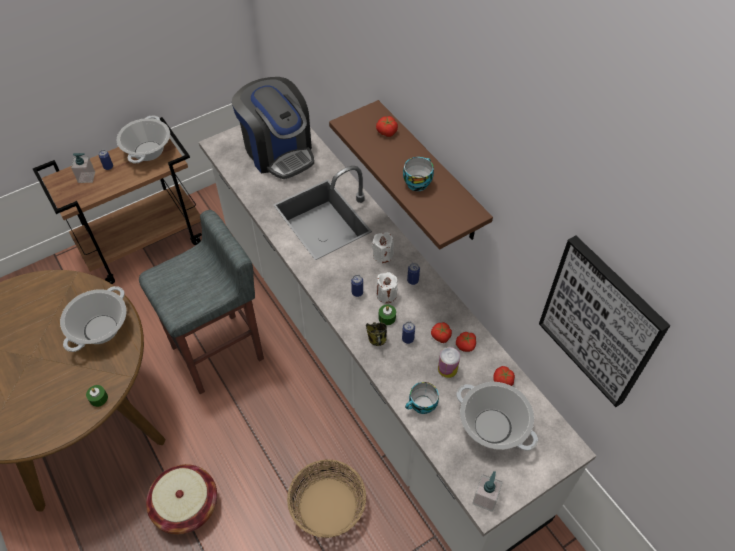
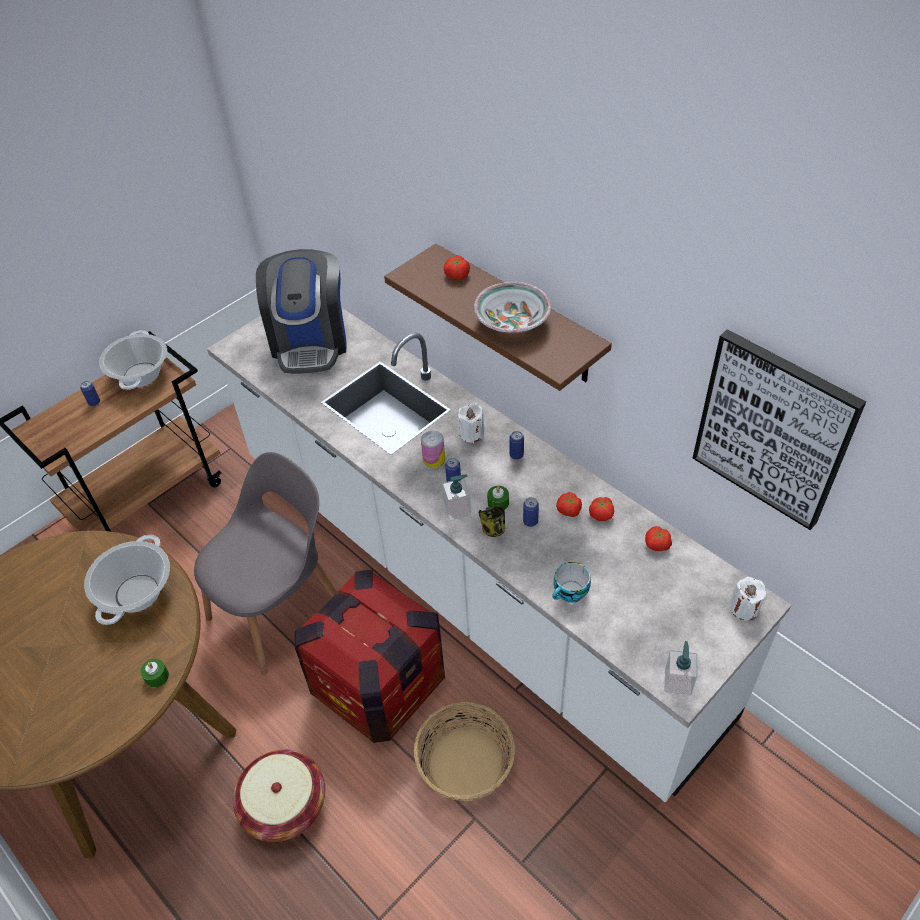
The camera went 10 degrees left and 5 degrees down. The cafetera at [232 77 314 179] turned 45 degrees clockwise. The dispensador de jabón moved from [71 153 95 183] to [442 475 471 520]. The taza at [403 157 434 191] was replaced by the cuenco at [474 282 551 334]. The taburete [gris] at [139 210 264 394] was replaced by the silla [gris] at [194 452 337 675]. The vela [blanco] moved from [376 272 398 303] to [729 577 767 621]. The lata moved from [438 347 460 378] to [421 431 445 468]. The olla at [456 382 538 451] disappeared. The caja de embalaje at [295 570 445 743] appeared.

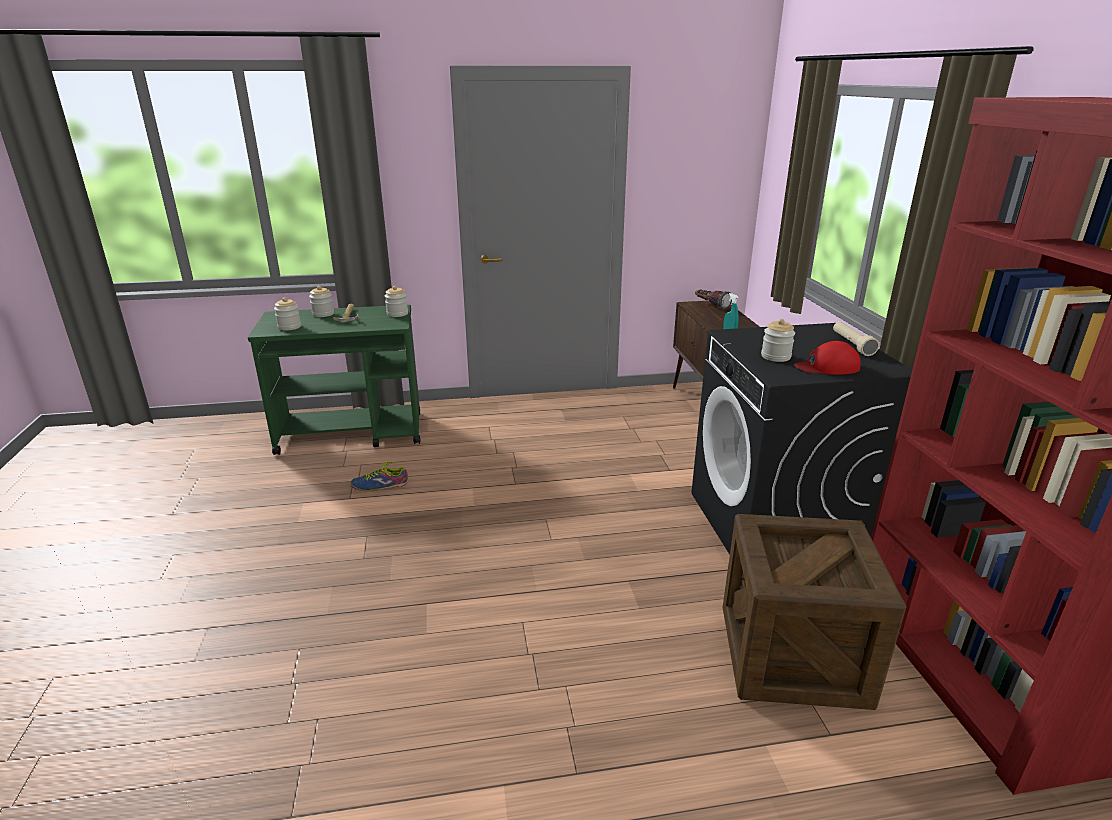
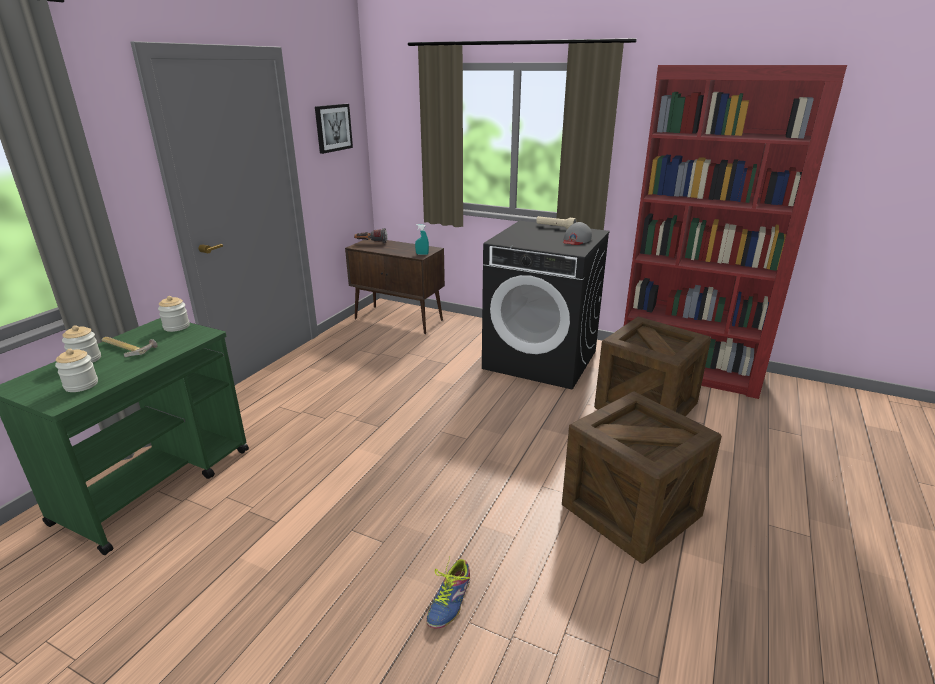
The camera went 55 degrees left and 0 degrees up. The tarro at [761 319 795 362] disappeared. The gorra [rojo] at [794 341 861 375] became the gorra [gris] at [563 222 592 245]. The zapato moved from [350 461 408 492] to [426 557 470 629]. The cuadro at [315 104 353 154] appeared. The caja de embalaje at [562 391 722 564] appeared.

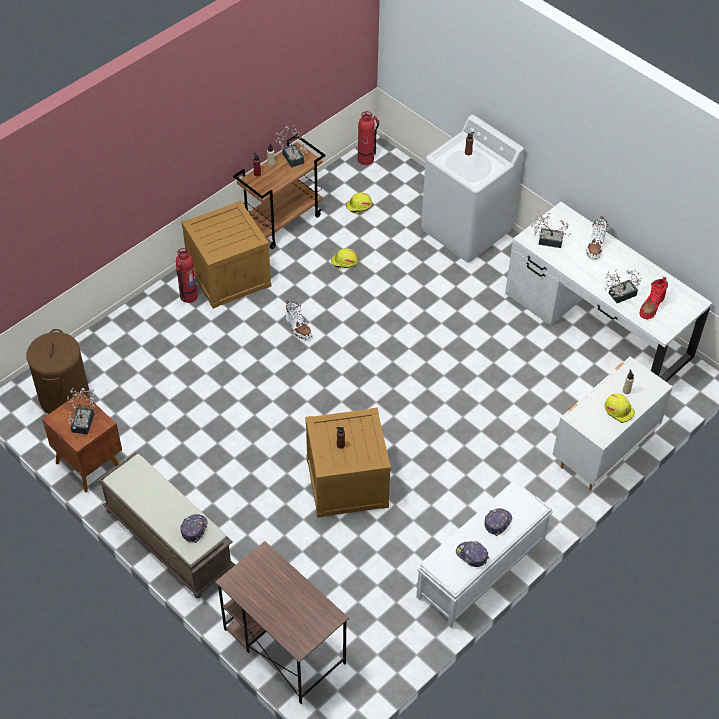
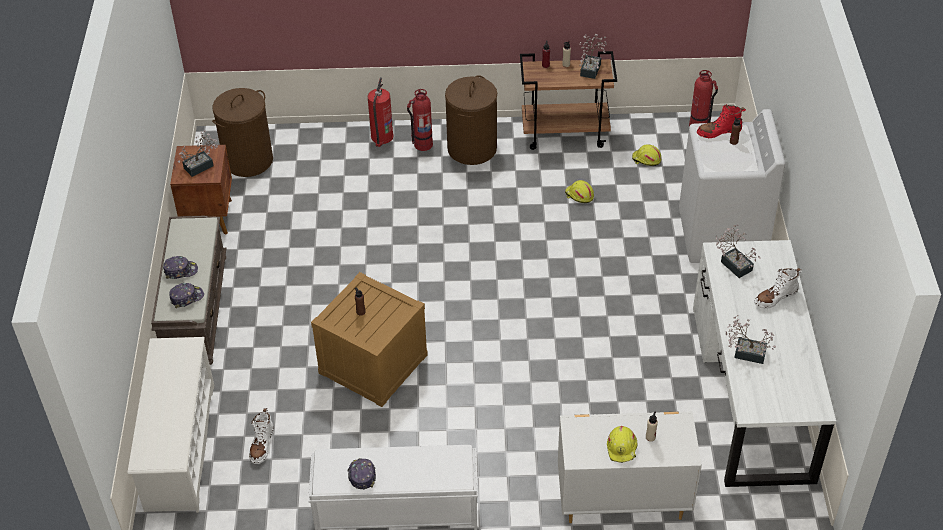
The camera went 45 degrees right and 5 degrees down. The caja de embalaje at [181 201 271 309] was replaced by the cesto de la ropa [marrón] at [445 75 497 165]. The bota [rojo] moved from [639 277 668 319] to [697 104 746 138]. The bota [blanco] moved from [285 300 312 340] to [249 408 274 464]. The gorra moved from [485 508 512 536] to [163 256 198 279]. The escritorio [marrón] at [215 541 349 704] was replaced by the zapatero [blanco] at [128 337 214 513]. The extintor at [368 78 394 147] appeared.

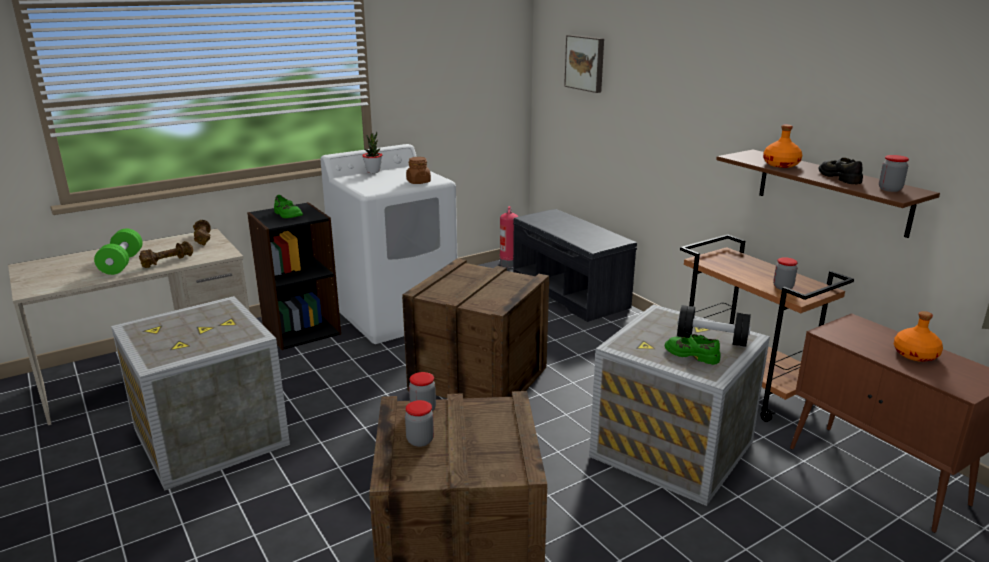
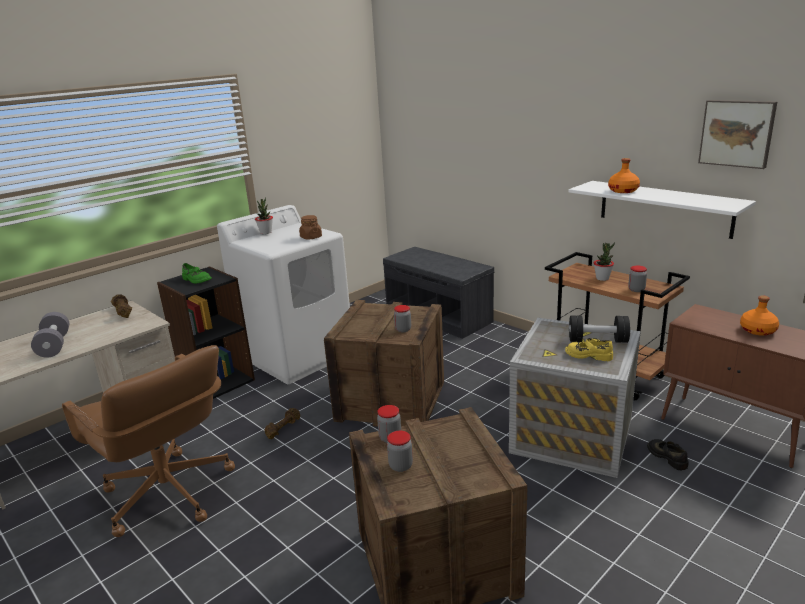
The camera went 10 degrees left and 0 degrees up. The cuadro moved from [564 35 604 93] to [698 100 777 169]. The estante [marrón] at [716 150 940 238] became the estante [blanco] at [568 181 756 239]. The tarro moved from [879 155 909 192] to [394 305 411 332]. The zapato [negro] moved from [818 158 863 185] to [647 439 688 470]. The extintor at [500 206 518 267] disappeared. The mancuerna [verde] at [94 229 143 275] became the mancuerna [gris] at [31 312 69 358]. The mancuerna [marrón] moved from [139 241 193 268] to [265 408 300 439]. The caja de embalaje at [111 296 290 491] was replaced by the silla de oficina [marrón] at [62 345 235 537]. The zapato [verde] at [665 334 721 365] became the zapato [amarillo] at [565 338 613 361]. The planta en maceta at [594 242 615 281] appeared.

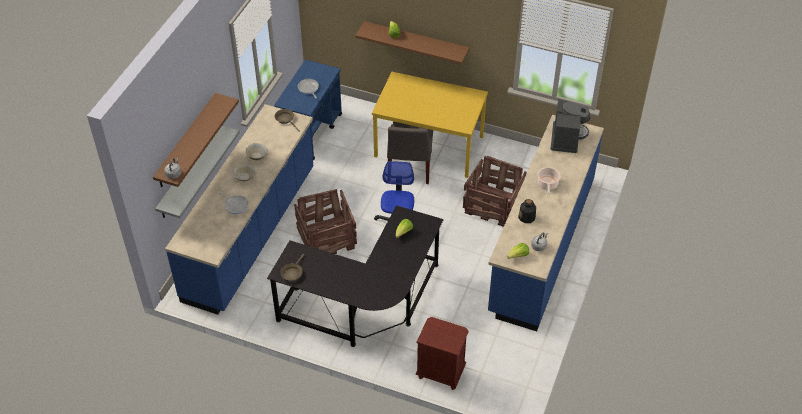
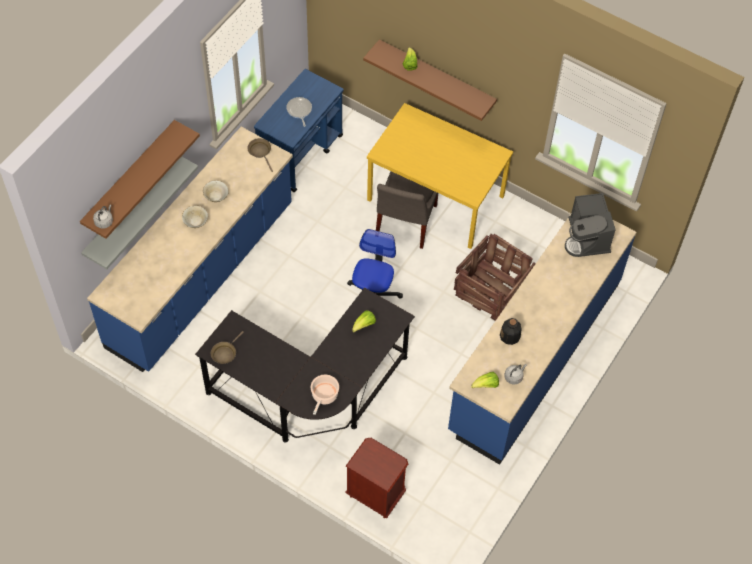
The camera went 10 degrees right and 10 degrees up. The cafetera at [550 99 591 153] turned 150 degrees clockwise. The olla moved from [537 167 561 194] to [311 375 339 415]. The caja de embalaje at [294 189 357 254] disappeared. The sartén at [219 192 249 214] disappeared.

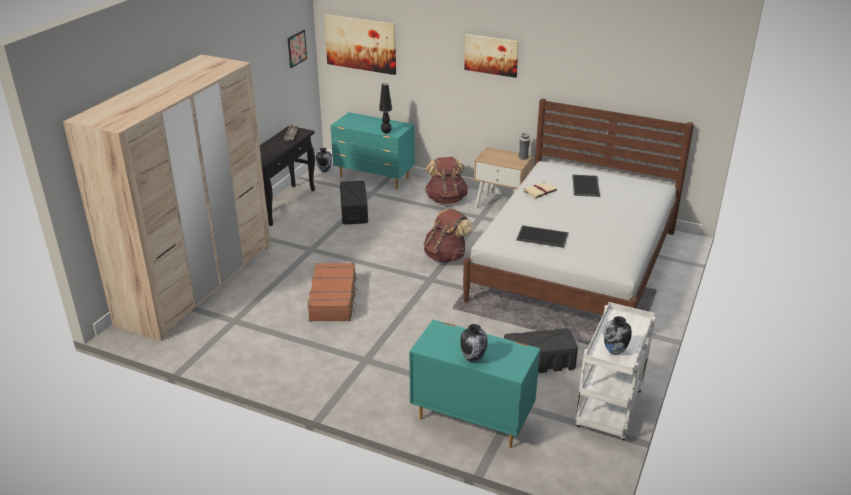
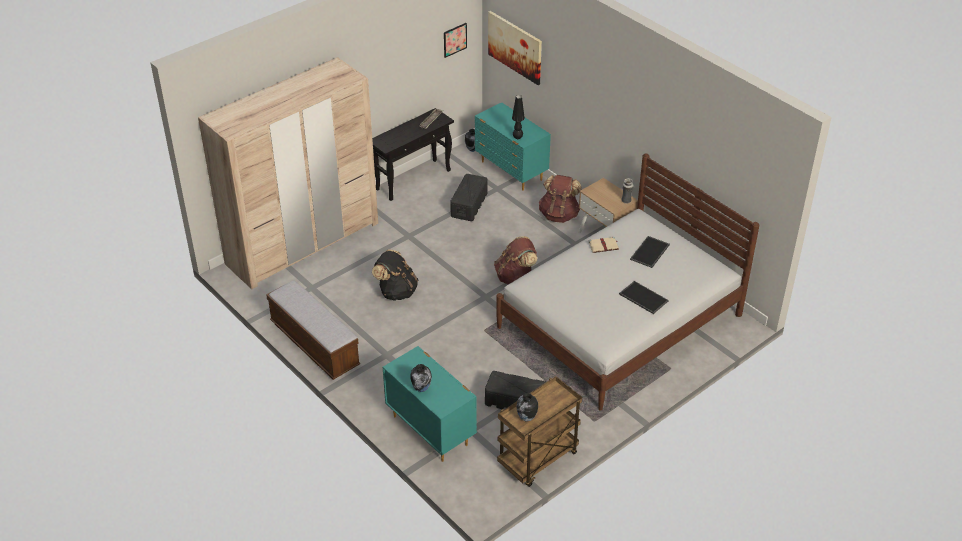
The camera went 25 degrees right and 10 degrees up. The cuadro at [464 34 519 78] disappeared. The bandeja moved from [516 225 569 248] to [619 281 669 314]. The maleta [marrón] at [308 263 358 322] was replaced by the mochila [negro] at [372 250 418 301]. The carrito [blanco] at [575 302 655 441] became the carrito [marrón] at [497 376 582 487]. The banco at [266 281 360 380] appeared.

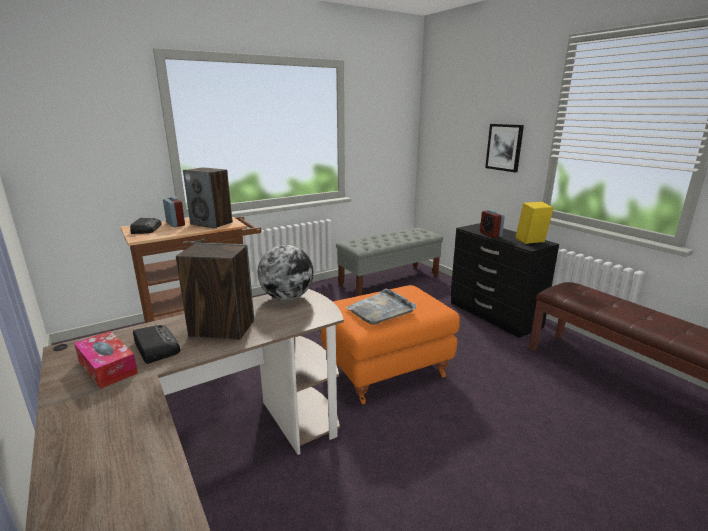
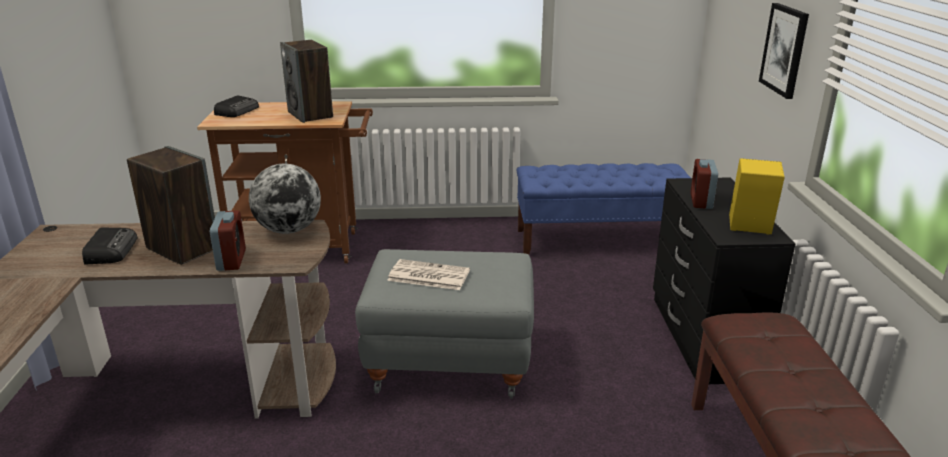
The camera went 30 degrees right and 5 degrees up. The despertador moved from [163 196 185 227] to [210 210 246 271]. The banco [gris] at [336 228 443 296] became the banco [azul] at [517 163 691 255]. The puf [naranja] at [321 285 460 404] became the puf [gris] at [355 249 534 399]. The bandeja [gris] at [346 289 416 325] was replaced by the periódico at [387 259 470 290]. The caja de pañuelos at [74 331 138 389] disappeared.

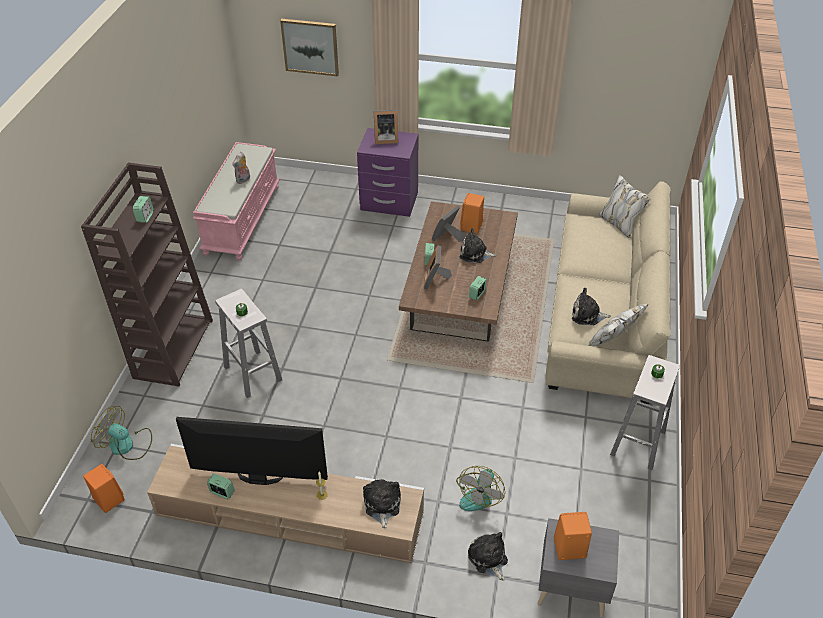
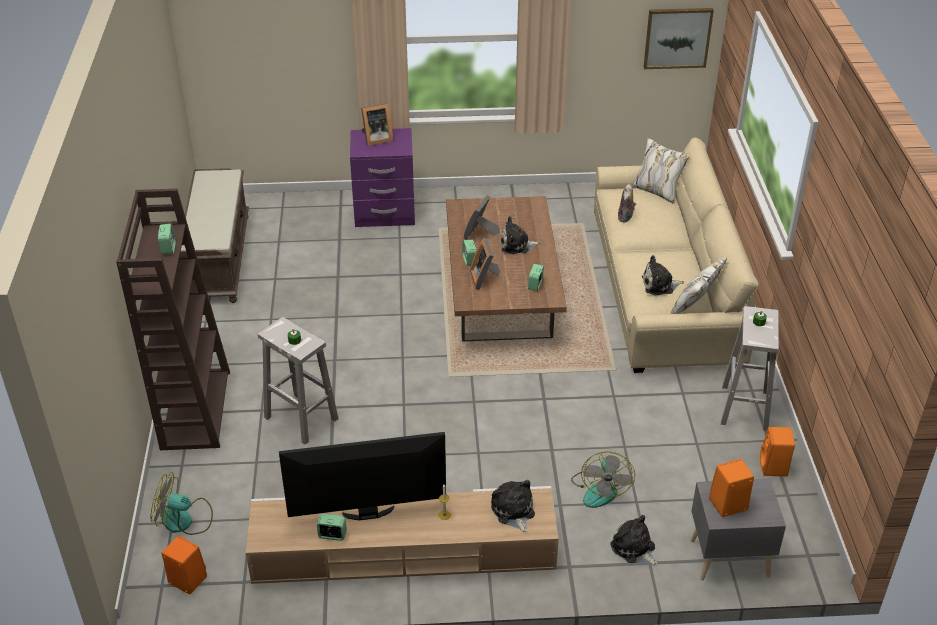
The camera went 15 degrees left and 5 degrees down. The cuadro moved from [280 19 339 76] to [644 8 714 69]. The banco [rosa] at [192 142 280 260] became the banco [marrón] at [180 168 249 303]. The peluche moved from [232 152 250 184] to [618 184 636 223]. The altavoz [naranja] moved from [460 193 484 233] to [760 427 795 477].

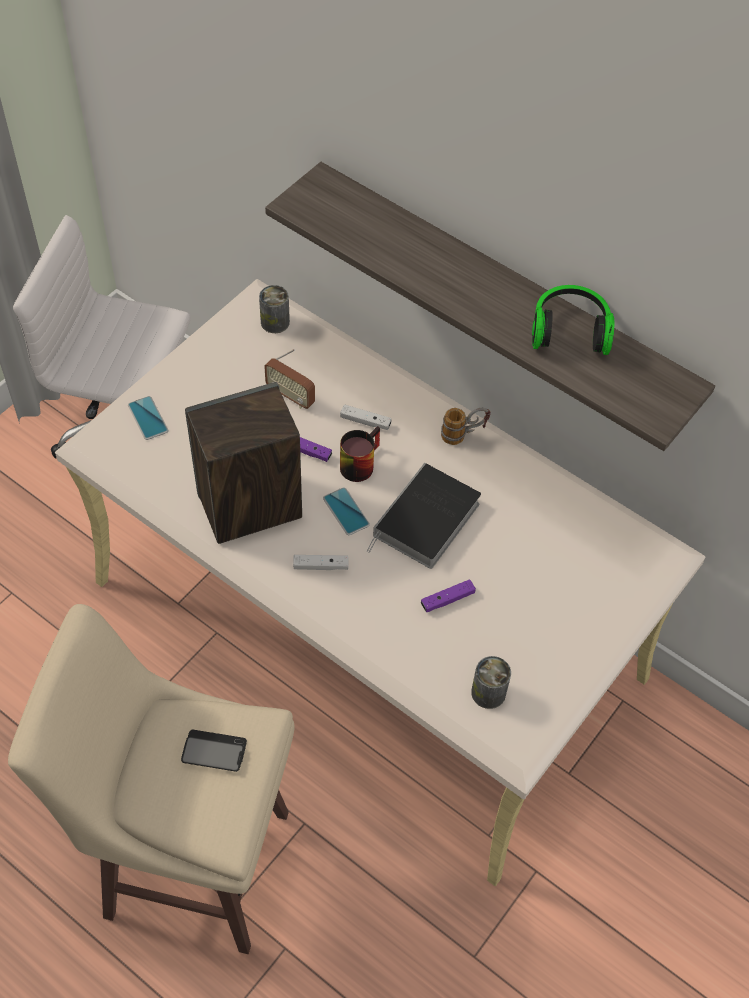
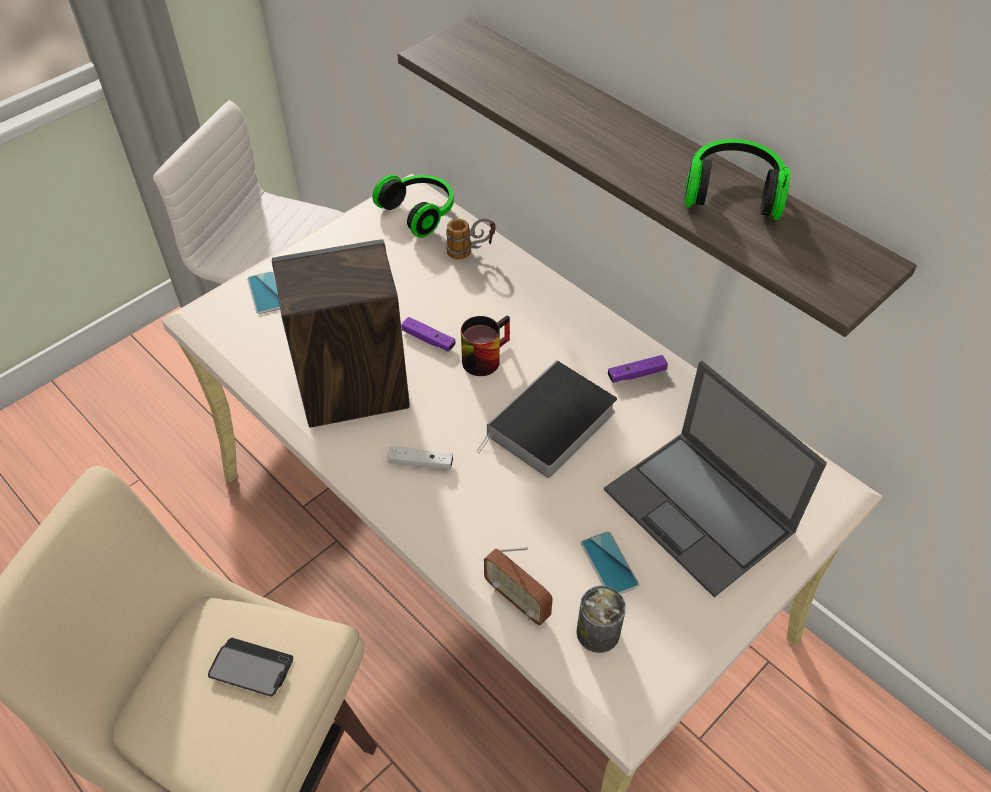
The camera went 10 degrees right and 5 degrees down. The lata at [259 285 290 333] was replaced by the auriculares at [373 175 454 238]. The radio moved from [264 349 315 409] to [484 547 553 625]. The mando de consola [blanco] at [340 404 392 430] disappeared. The taza grande moved from [441 408 491 445] to [446 218 495 260]. The móvil moved from [323 487 370 535] to [581 531 639 594]. The mando de consola [morado] moved from [421 579 476 612] to [608 355 668 383]. The portátil at [604 361 827 597] appeared.

